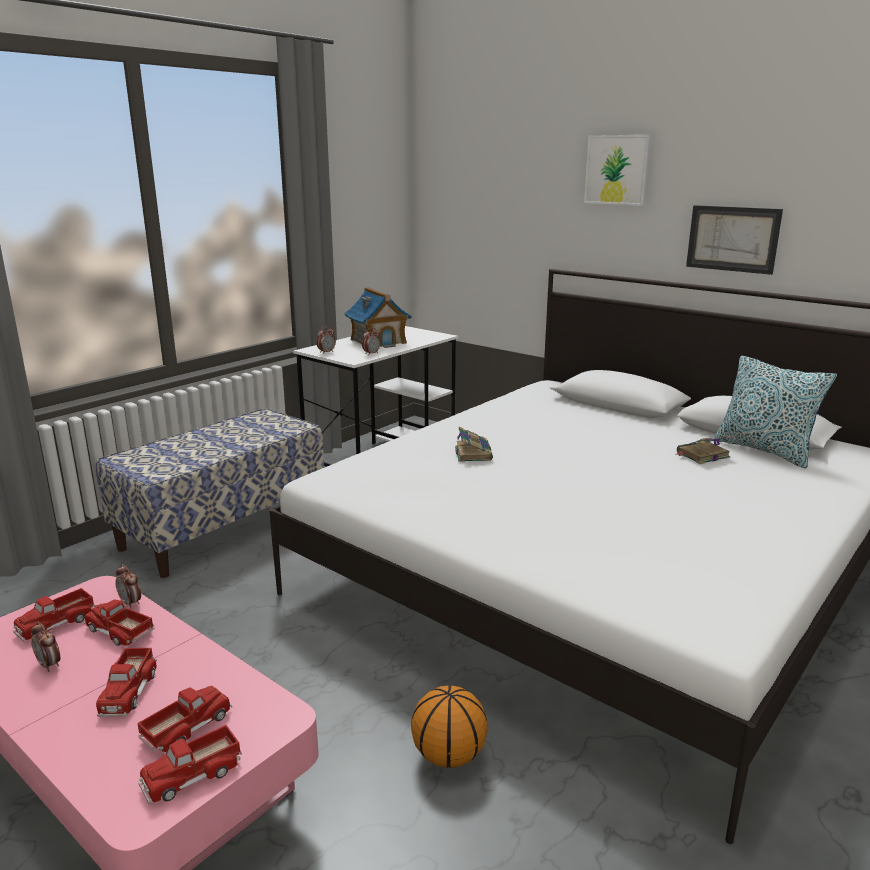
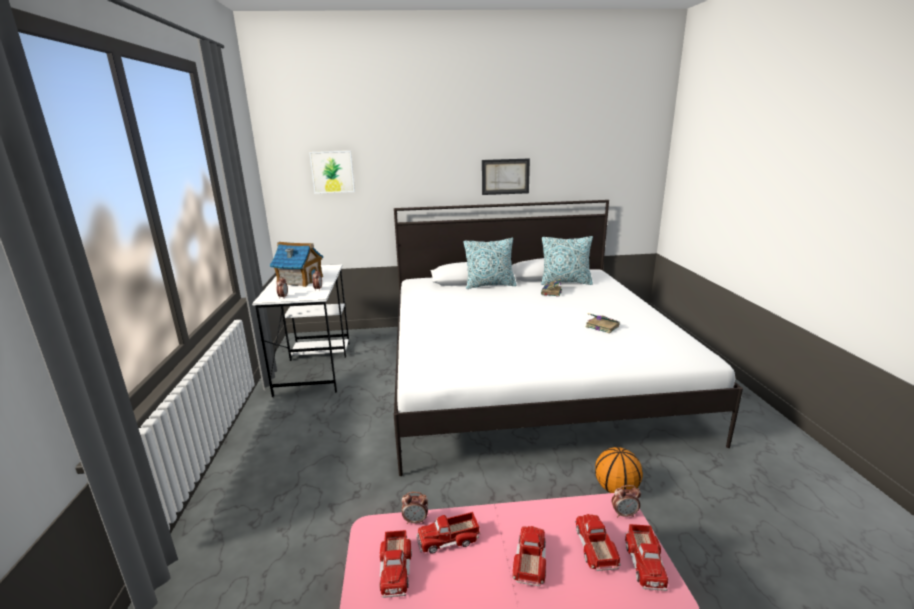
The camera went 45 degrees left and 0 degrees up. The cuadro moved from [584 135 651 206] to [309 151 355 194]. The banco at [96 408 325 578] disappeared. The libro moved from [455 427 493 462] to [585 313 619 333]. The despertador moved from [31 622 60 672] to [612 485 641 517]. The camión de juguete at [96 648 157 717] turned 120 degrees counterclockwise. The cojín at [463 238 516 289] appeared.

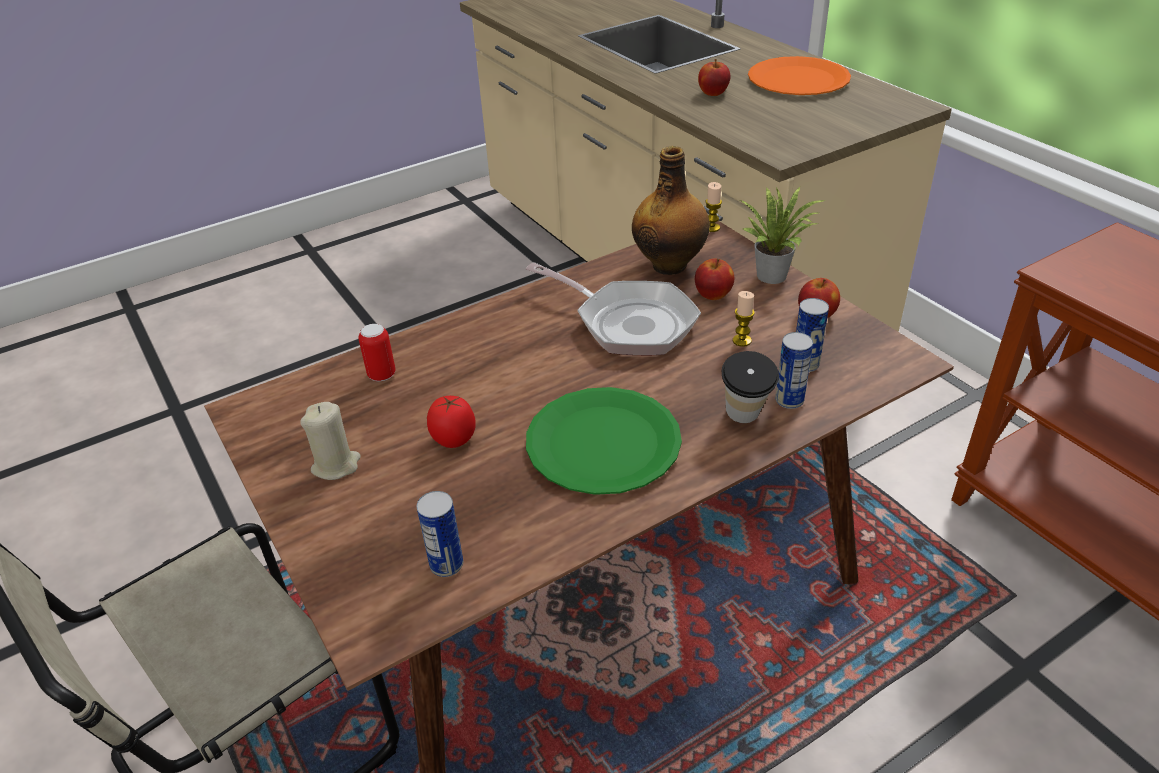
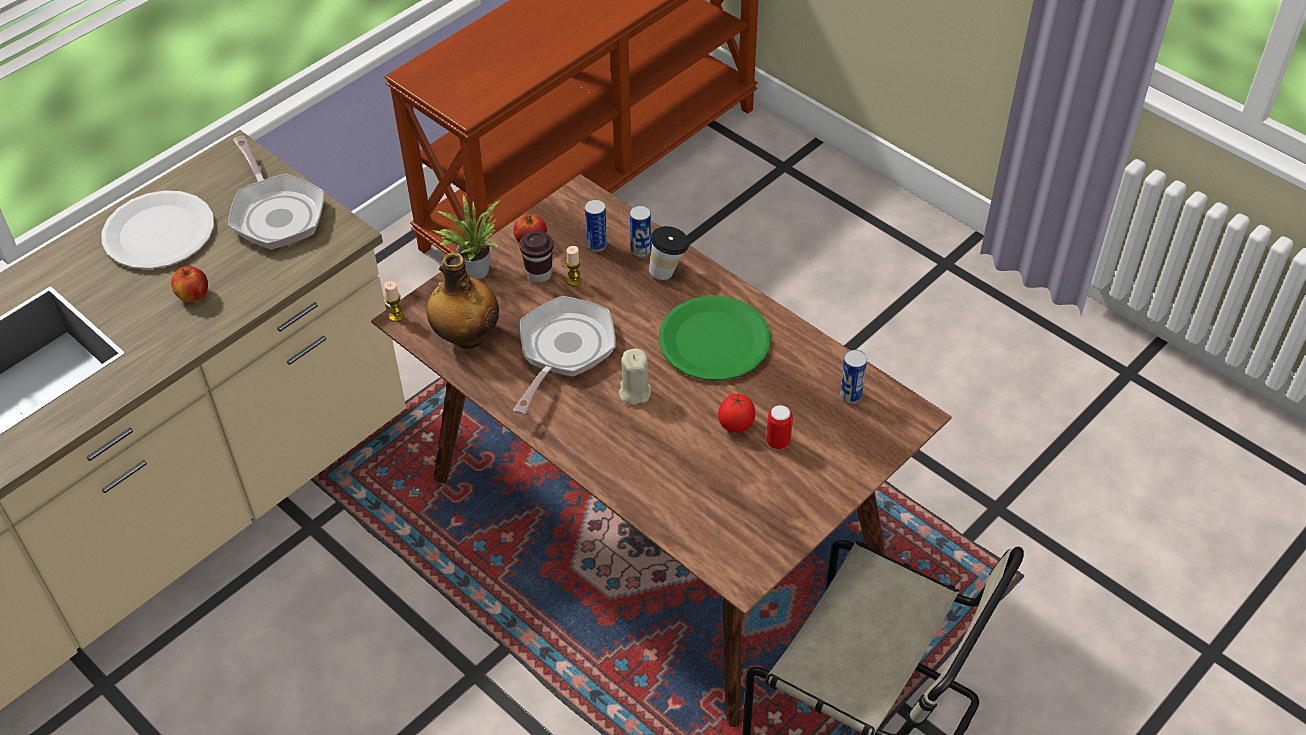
The camera went 105 degrees left and 10 degrees up. The plato [naranja] at [748 56 851 95] became the plato [blanco] at [102 190 214 269]. The manzana at [695 259 734 300] disappeared. The lata moved from [359 324 396 382] to [766 405 793 449]. The vela [beis] moved from [300 402 361 480] to [619 348 651 405]. The sartén at [228 135 324 250] appeared. The taza [marrón] at [519 231 554 283] appeared.

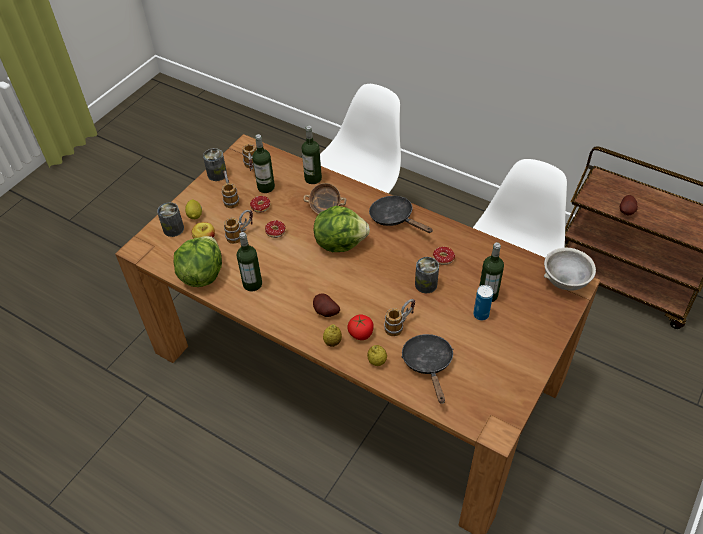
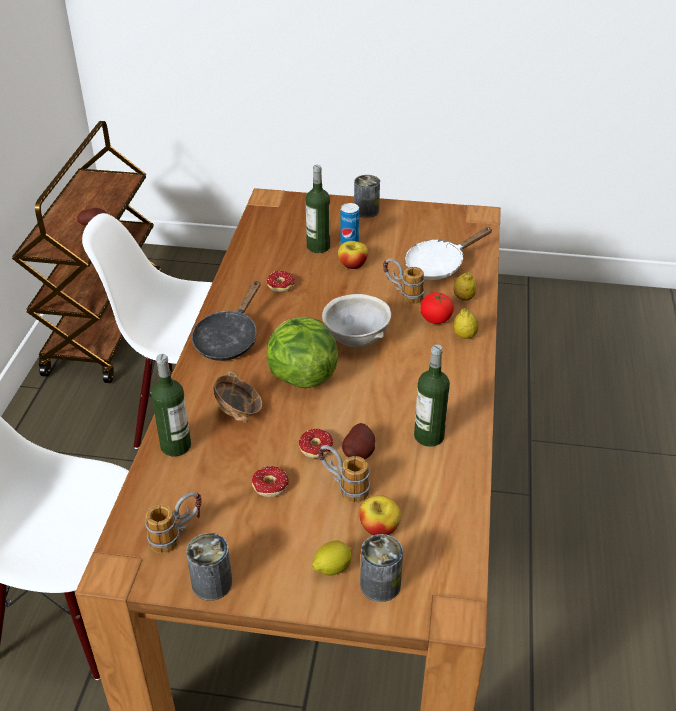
The camera went 115 degrees left and 10 degrees down. The botella at [252 134 275 193] disappeared. The taza grande at [222 171 240 208] disappeared. The lechuga at [174 236 222 287] disappeared. The cuenco [gris] moved from [544 248 596 291] to [322 294 391 347]. The lata moved from [415 257 439 293] to [354 175 380 218]. The patata moved from [313 294 340 317] to [342 423 375 459]. The sartén [negro] at [401 334 453 404] became the sartén [blanco] at [405 227 492 280]. The manzana at [338 241 368 269] appeared.

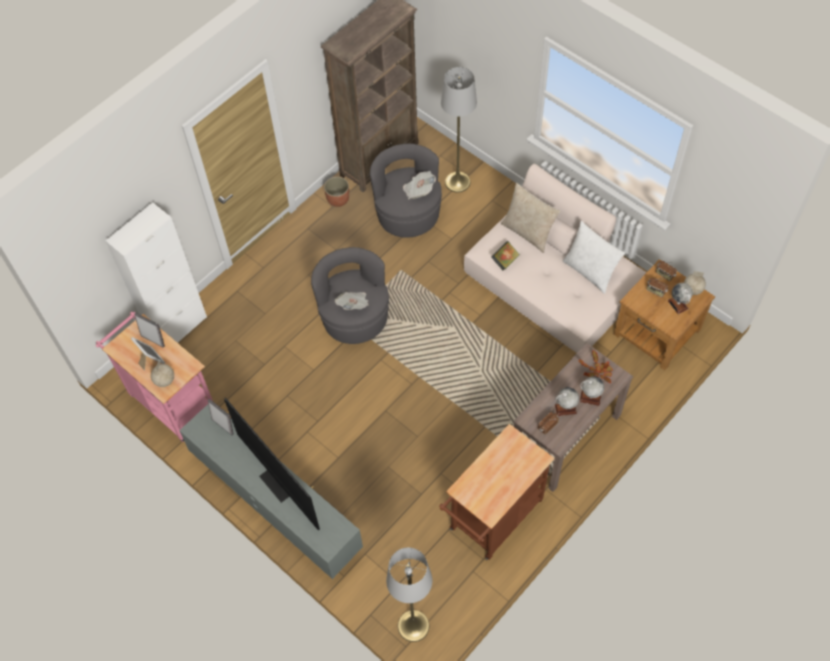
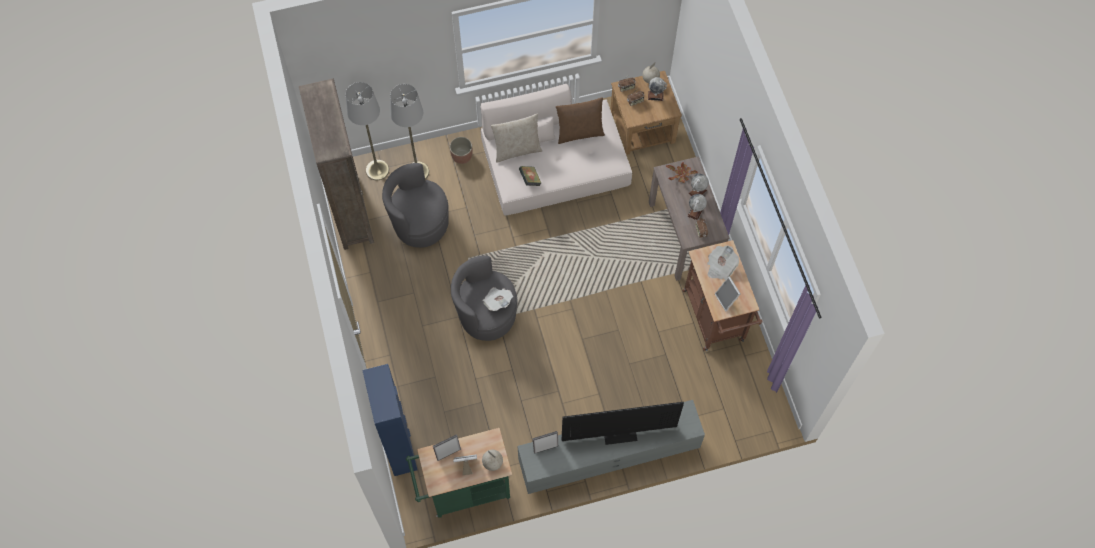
The camera went 60 degrees left and 5 degrees up. The periódico moved from [403 171 436 199] to [707 246 739 280]. The maceta moved from [324 177 349 207] to [450 137 472 164]. The armario [blanco] at [106 202 207 343] became the armario [azul] at [362 364 417 476]. The cojín [blanco] at [563 221 625 294] became the cojín [marrón] at [556 97 605 144]. The carrito [rosa] at [95 312 213 442] became the carrito [verde] at [406 428 512 517]. The lámpara de pie [gris] moved from [386 547 433 642] to [346 82 389 180]. The portarretratos at [715 276 741 311] appeared.

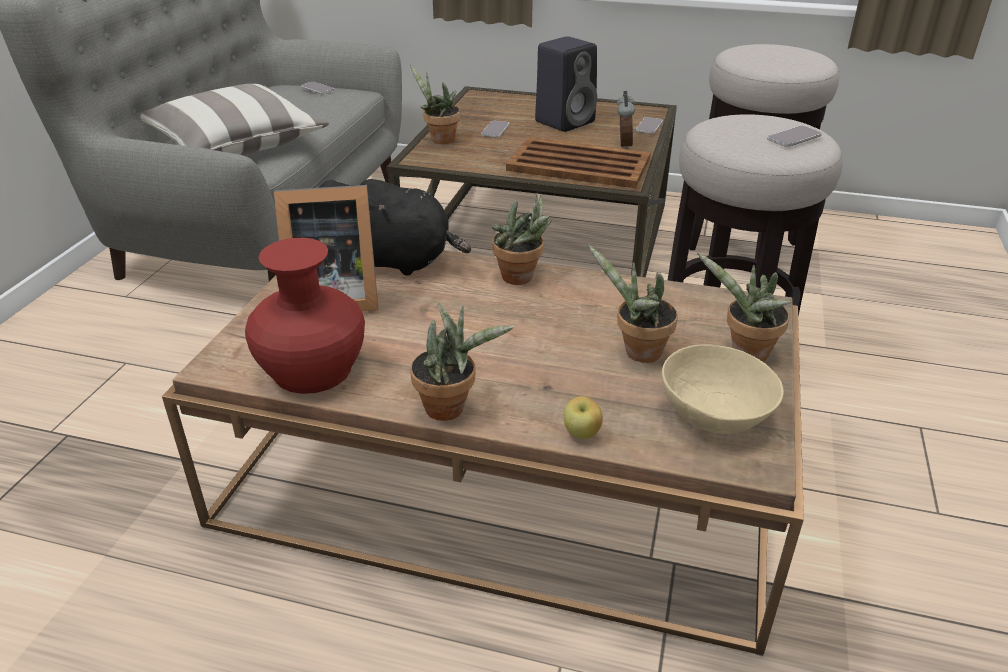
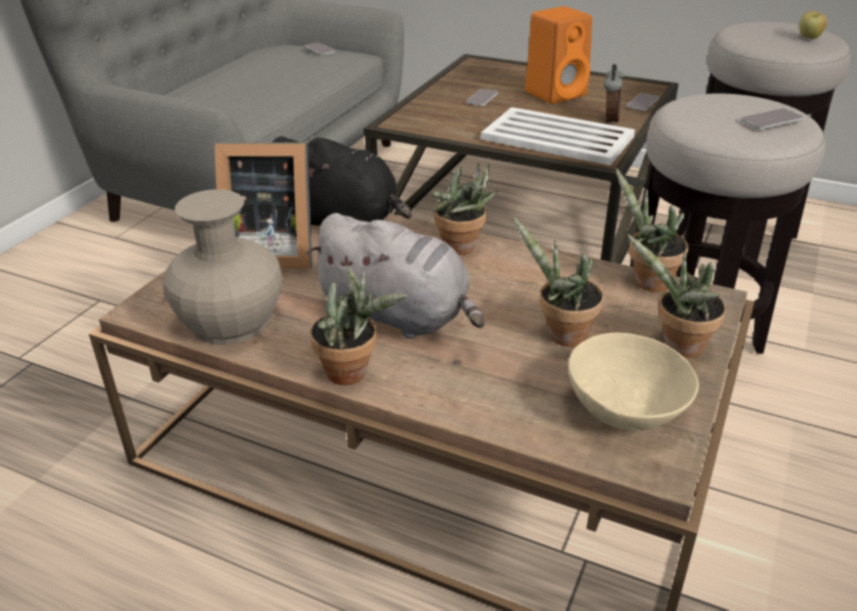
The camera went 10 degrees right and 0 degrees up. The altavoz [negro] at [535 36 597 132] became the altavoz [naranja] at [525 6 592 104]. The planta en maceta moved from [410 64 460 144] to [616 168 689 292]. The cojín at [140 84 329 155] disappeared. The bandeja [marrón] at [506 137 651 188] became the bandeja [blanco] at [481 107 635 166]. The florero [rojo] at [245 238 365 394] became the florero [beis] at [163 189 283 345]. The manzana moved from [564 396 603 439] to [799 11 827 39]. The peluche [gris] at [306 213 484 339] appeared.

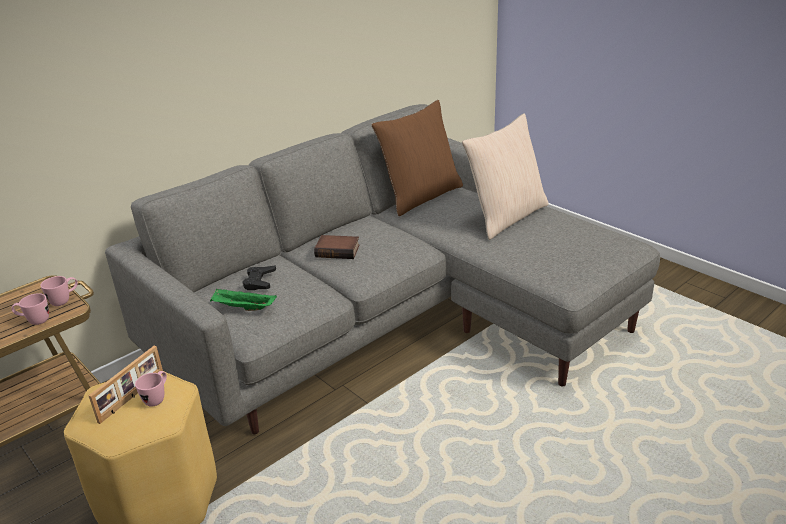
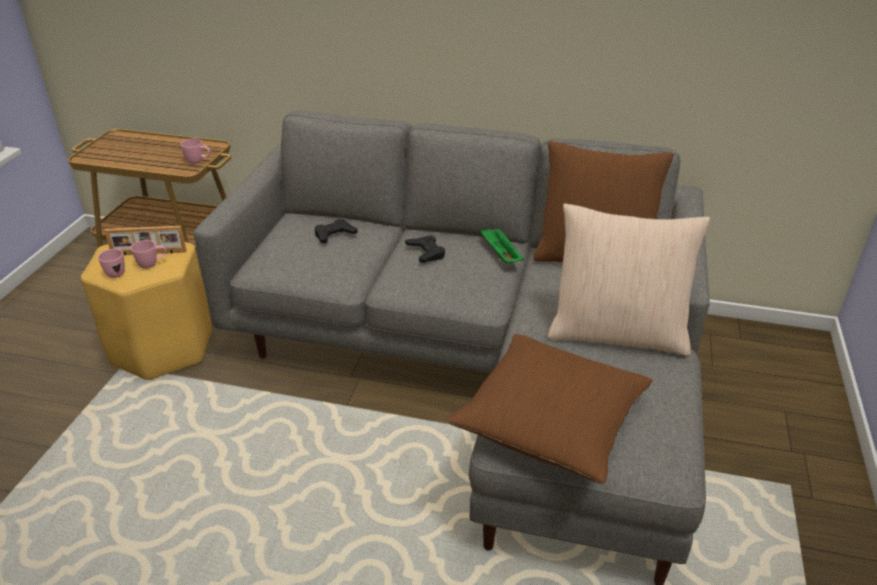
The camera went 55 degrees right and 5 degrees up. The libro at [314 235 360 259] was replaced by the mando de consola [negro] at [405 235 445 263]. The bandeja [verde] moved from [210 288 277 311] to [480 229 524 263]. The taza grande [rosa] moved from [11 293 49 325] to [98 249 125 278]. The cojín [marrón] at [447 334 653 484] appeared.

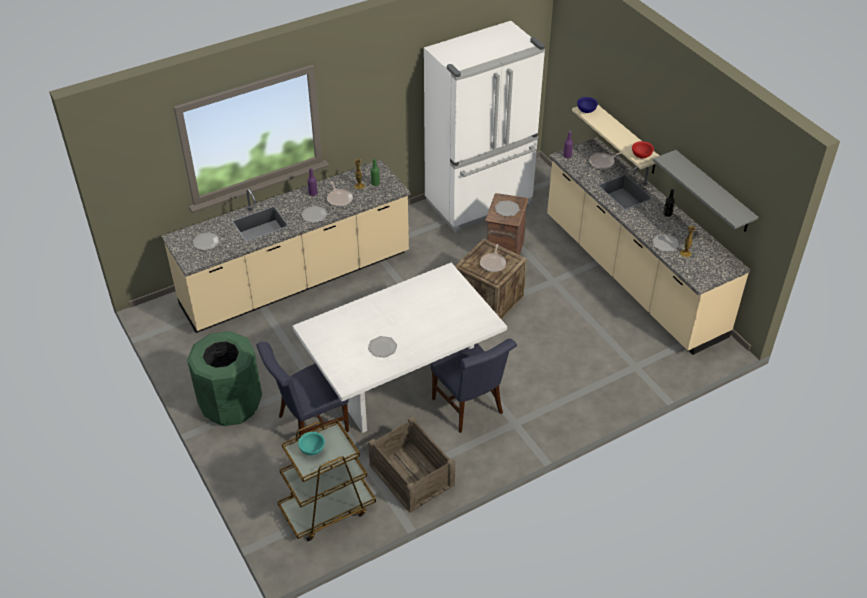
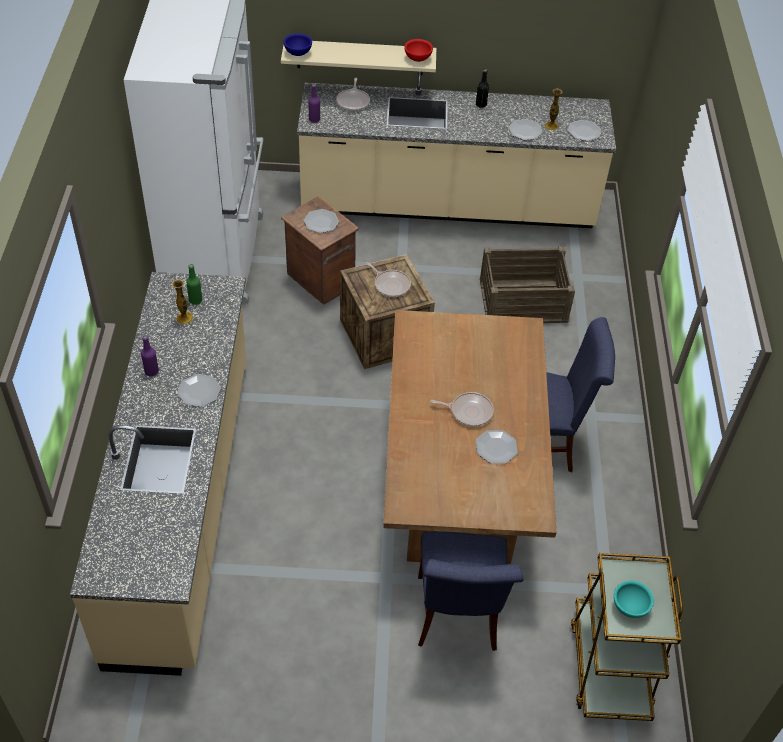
The camera went 60 degrees left and 5 degrees up. The estante [gris] at [653 150 758 232] disappeared. The sartén moved from [327 181 353 207] to [430 392 494 427]. The plato moved from [193 232 220 251] to [568 120 601 141]. The mesa de comedor [blanco] at [292 263 507 433] became the mesa de comedor [marrón] at [383 310 557 564]. The papelera [verde] at [187 331 262 426] disappeared. The caja de embalaje moved from [368 416 455 513] to [480 246 575 323].

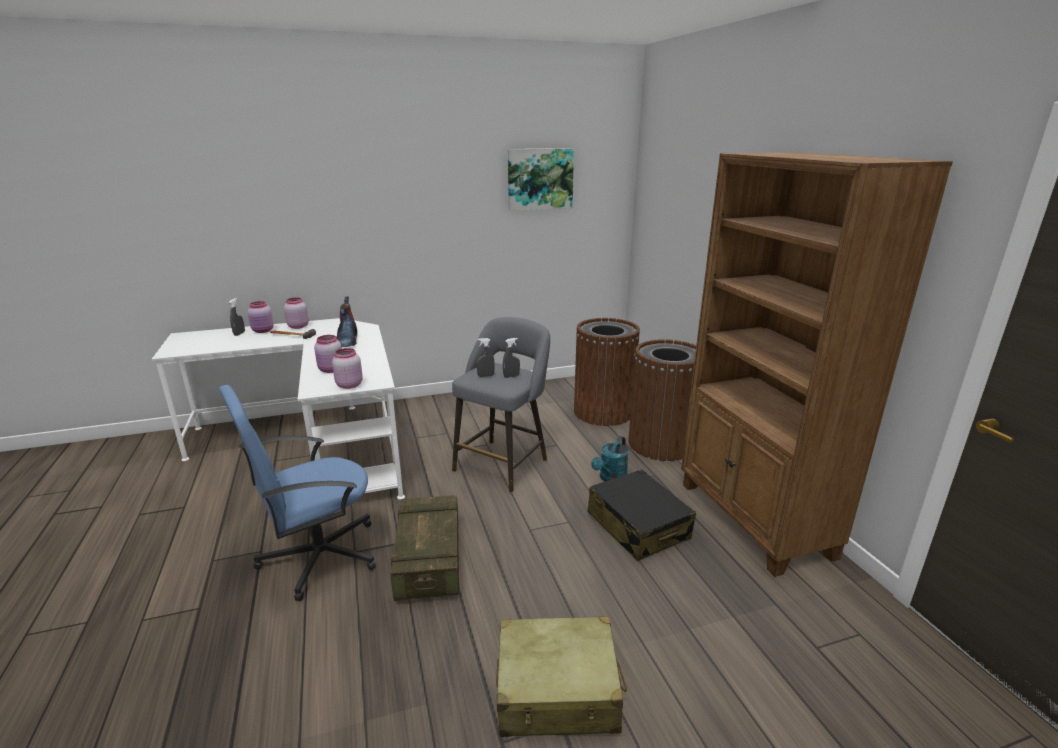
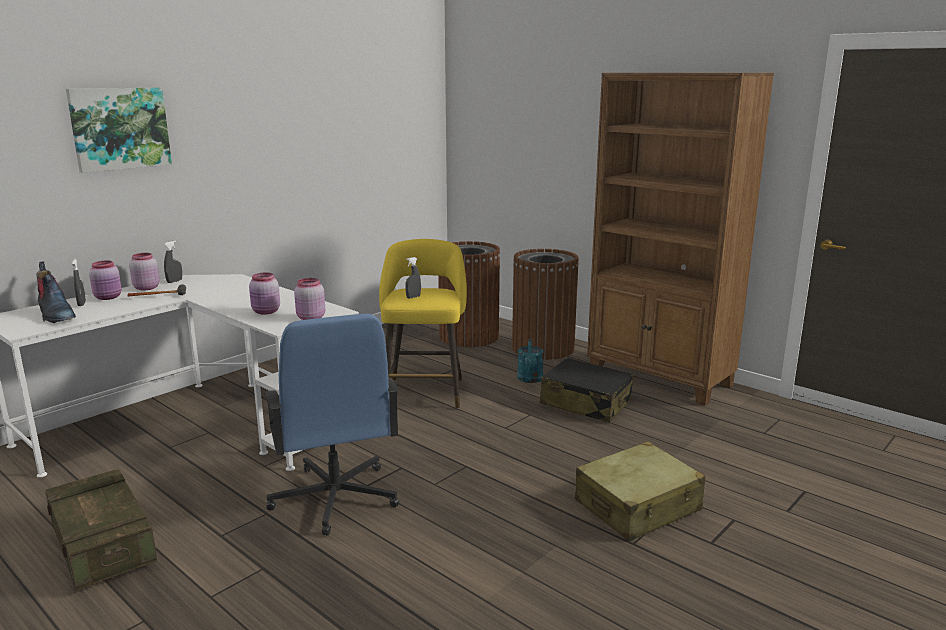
The camera went 30 degrees left and 5 degrees down. The cuadro moved from [508 148 574 211] to [66 87 172 173]. The bota moved from [336 297 357 347] to [36 261 76 323]. The taburete [gris] at [452 317 550 493] became the taburete [amarillo] at [379 239 467 409]. The pulverizador [gris] moved from [503 338 520 378] to [164 241 182 283]. The silla de oficina [azul] at [219 385 376 601] turned 45 degrees counterclockwise. The caja de embalaje moved from [391 495 459 601] to [45 469 157 590].

